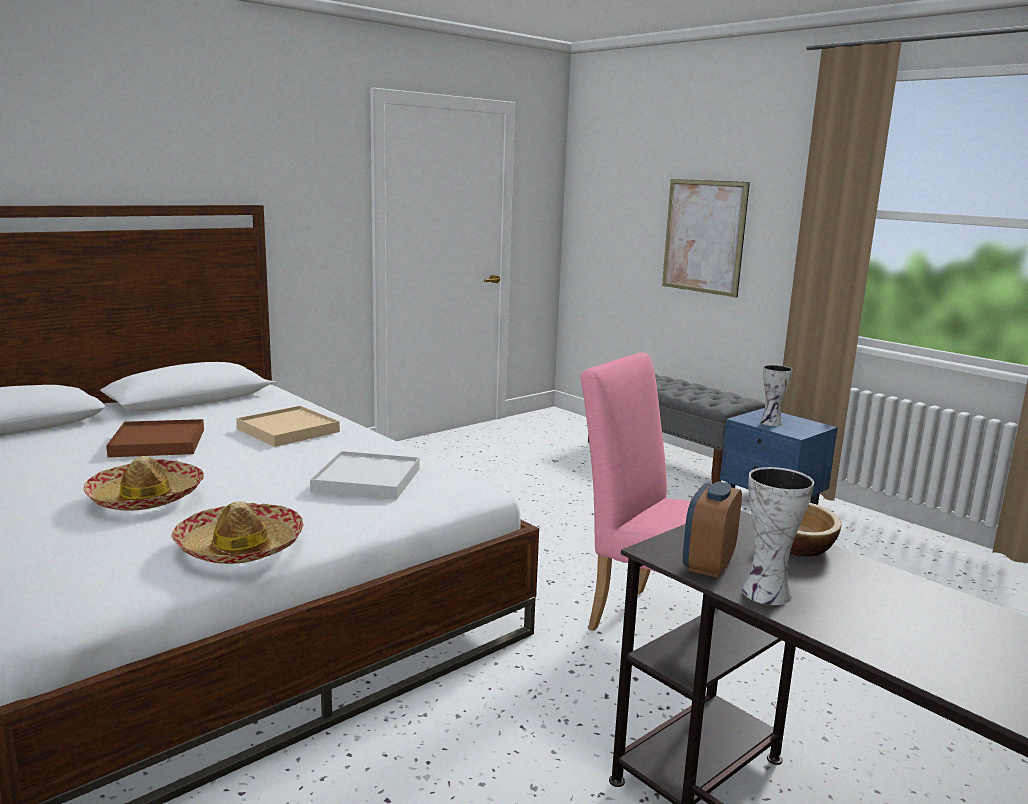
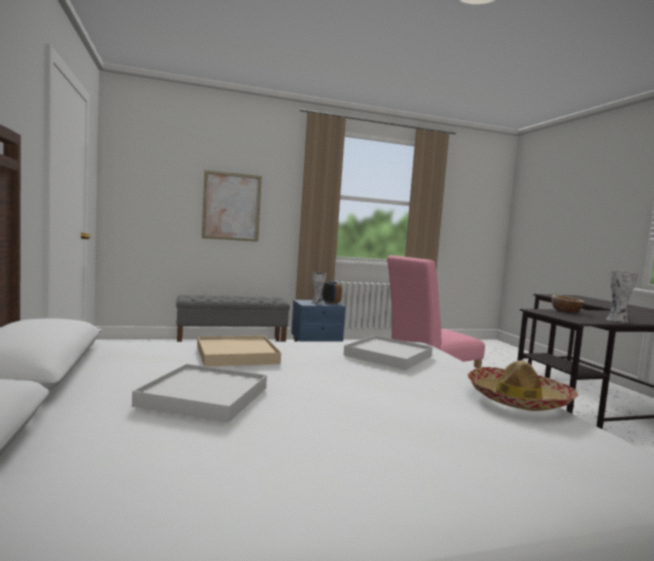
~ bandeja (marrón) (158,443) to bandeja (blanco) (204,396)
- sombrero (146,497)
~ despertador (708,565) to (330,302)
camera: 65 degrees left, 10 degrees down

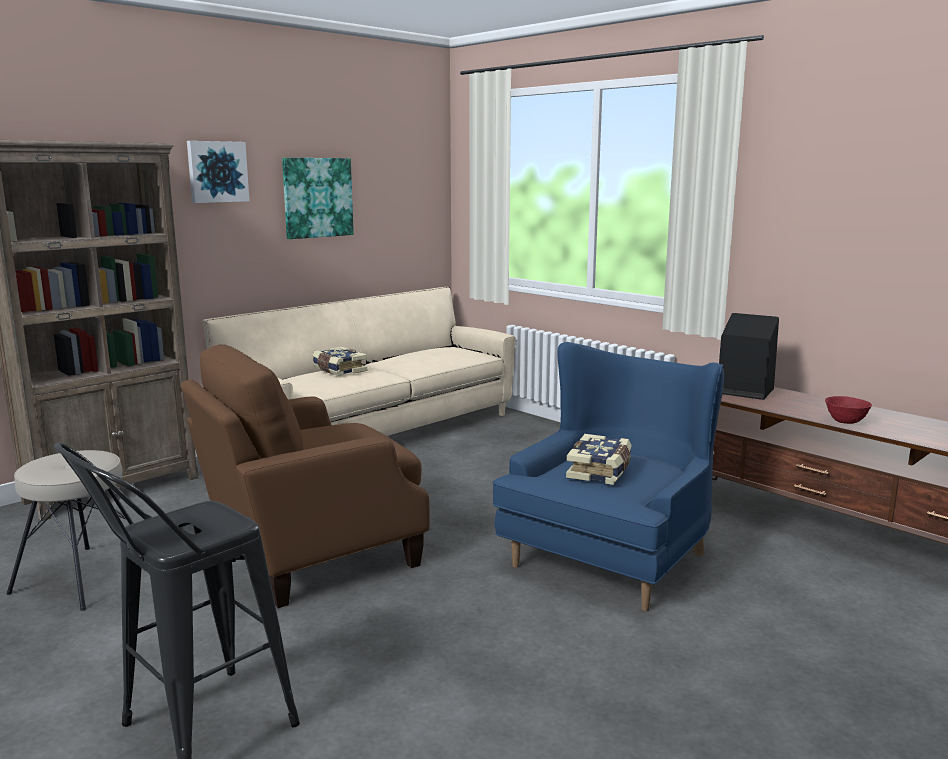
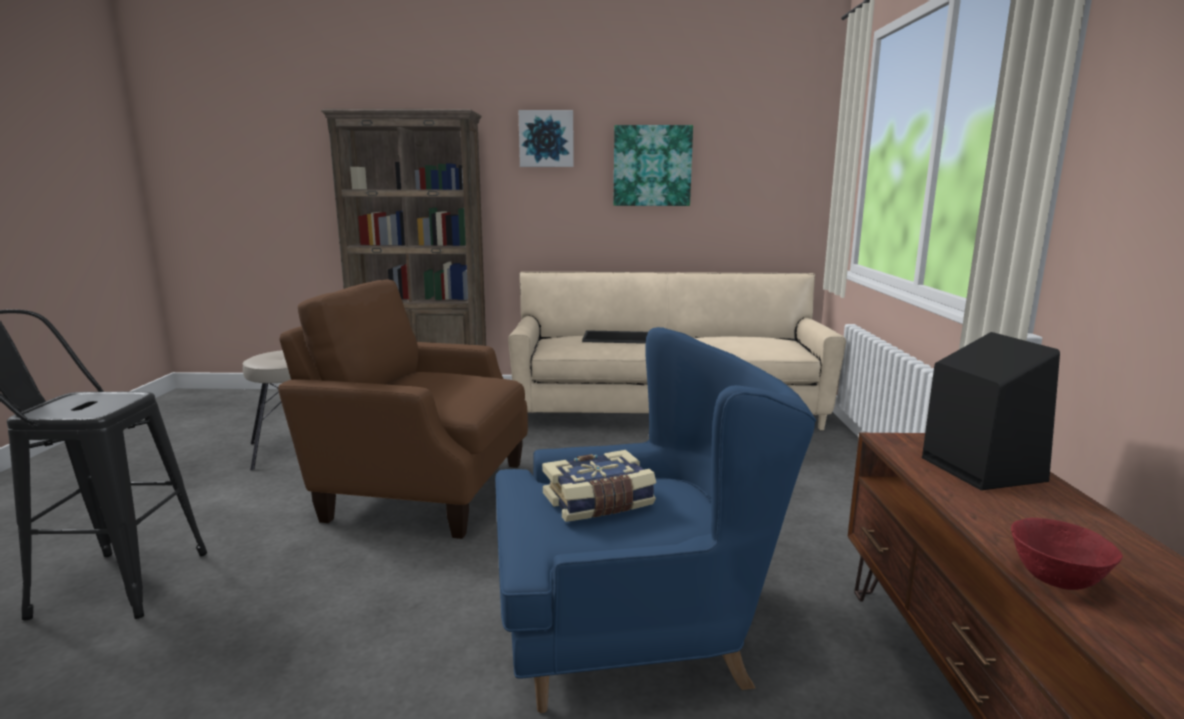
~ libro (339,370) to bandeja (620,337)
camera: 45 degrees right, 0 degrees up

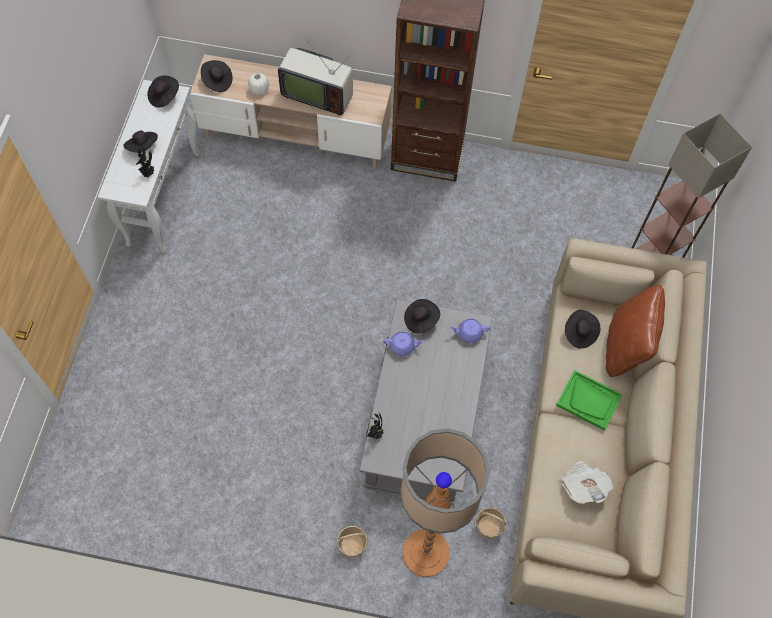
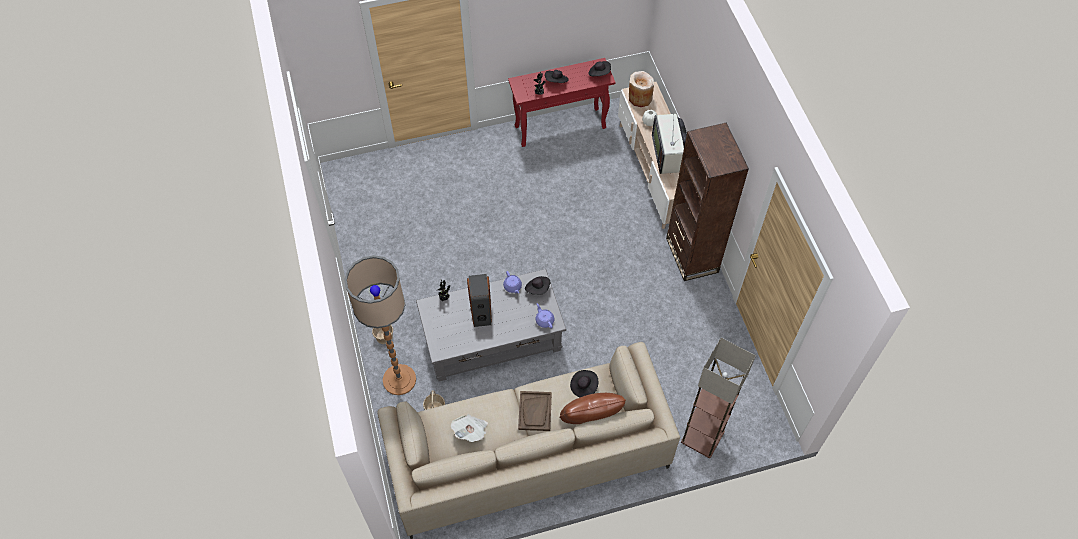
~ sombrero (negro) (217,81) to florero (beis) (640,98)
~ mesa consola (blanco) (164,197) to mesa consola (rojo) (561,127)
~ bandeja (verde) (589,400) to bandeja (marrón) (535,411)
+ altavoz (481,310)
camera: 65 degrees right, 5 degrees down

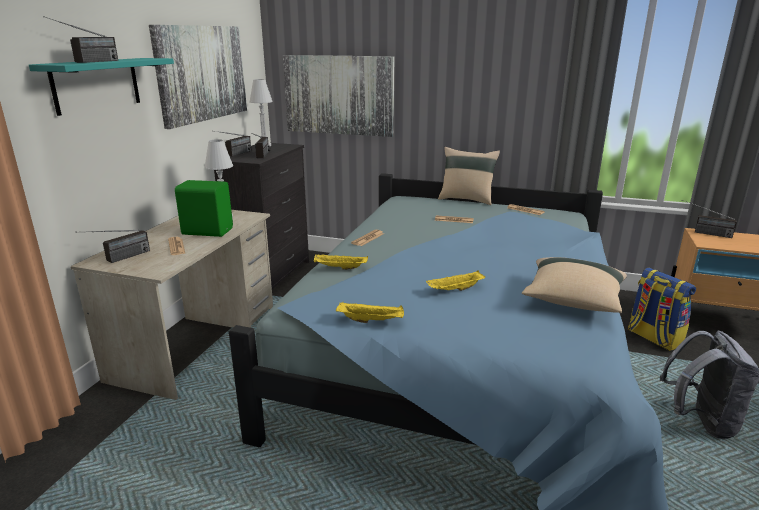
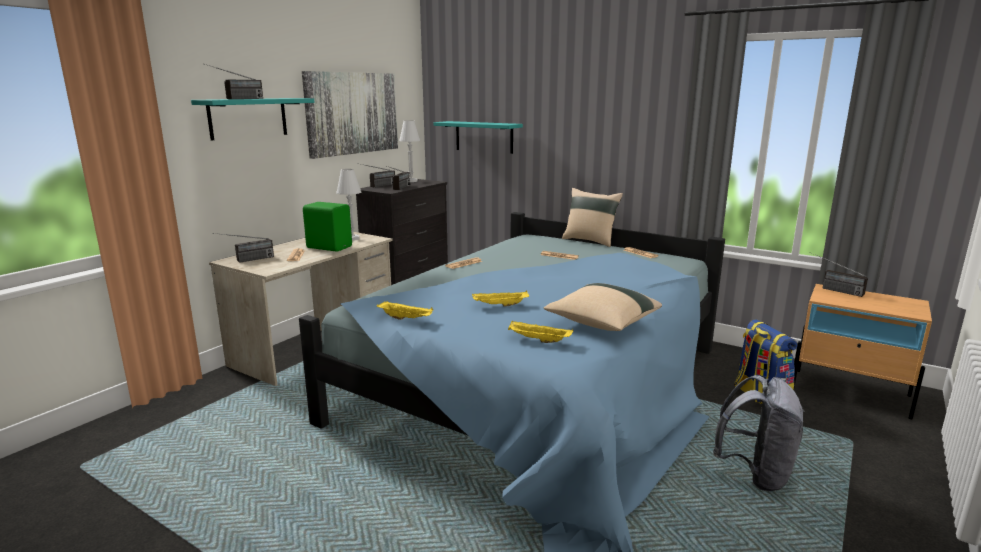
~ cuadro (339,95) to estante (turquesa) (484,137)
~ bandeja (amarillo) (339,268) to (538,340)
camera: 15 degrees right, 5 degrees down

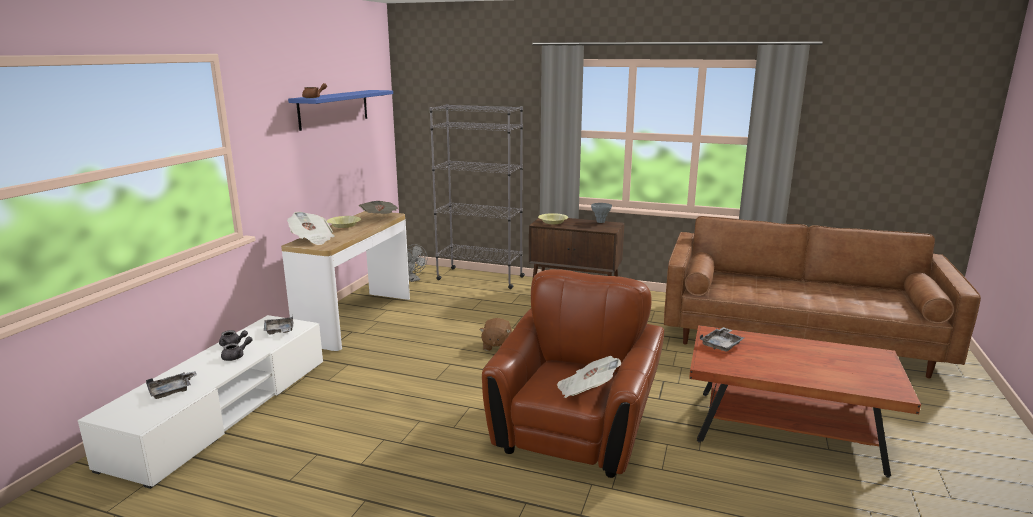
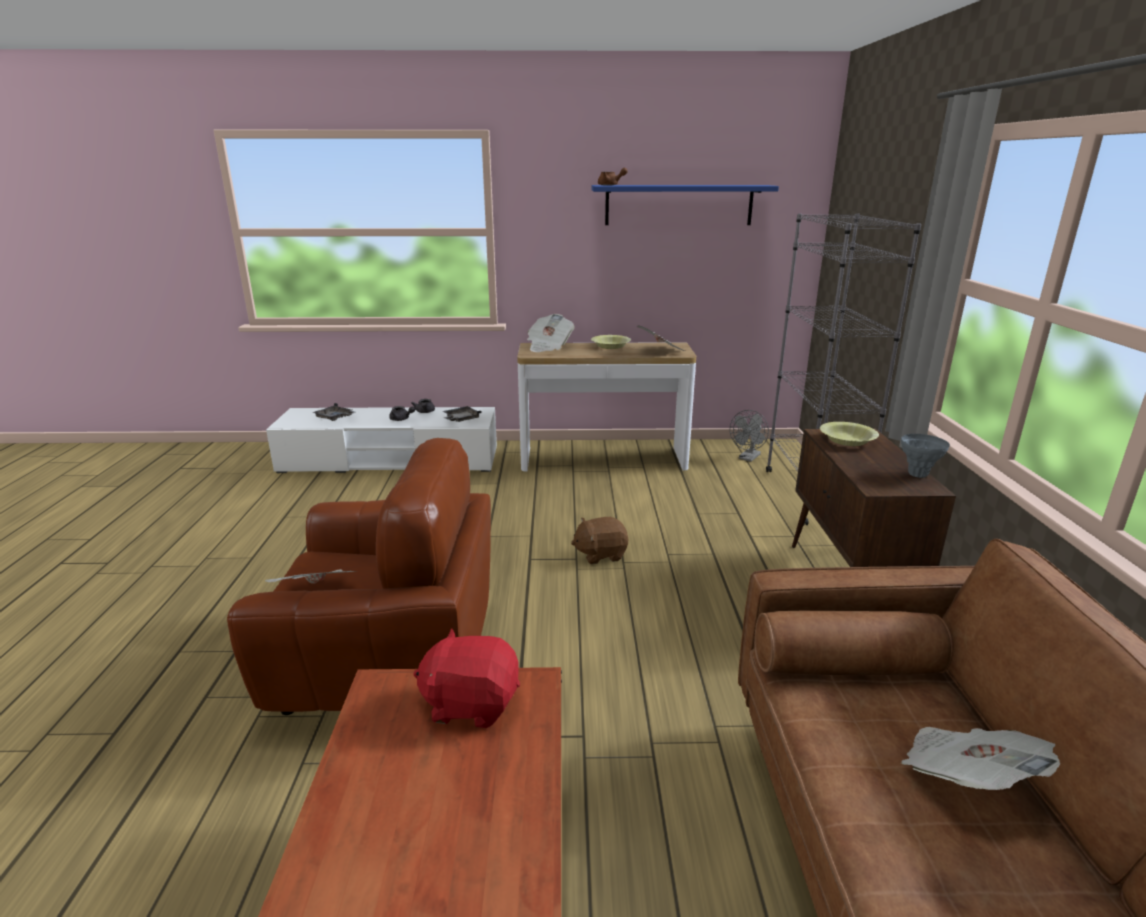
~ bandeja (gris) (722,345) to peluche (rojo) (471,703)
+ periódico (966,777)
camera: 70 degrees right, 5 degrees up

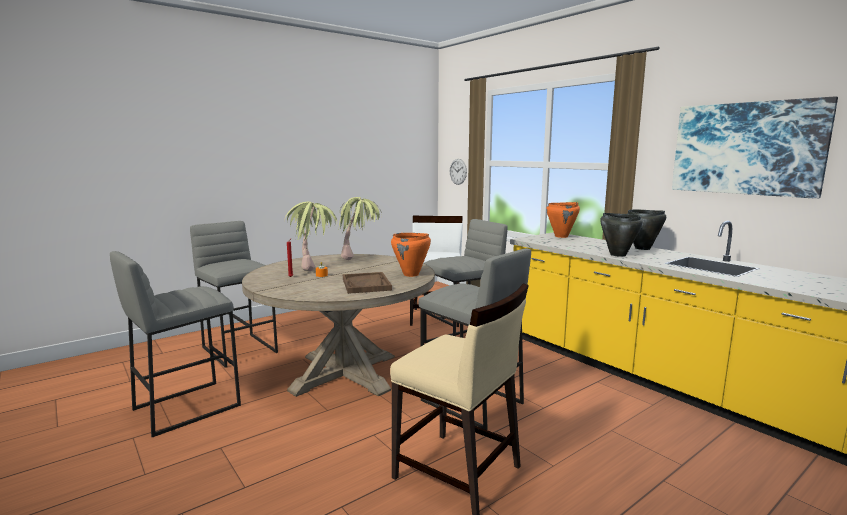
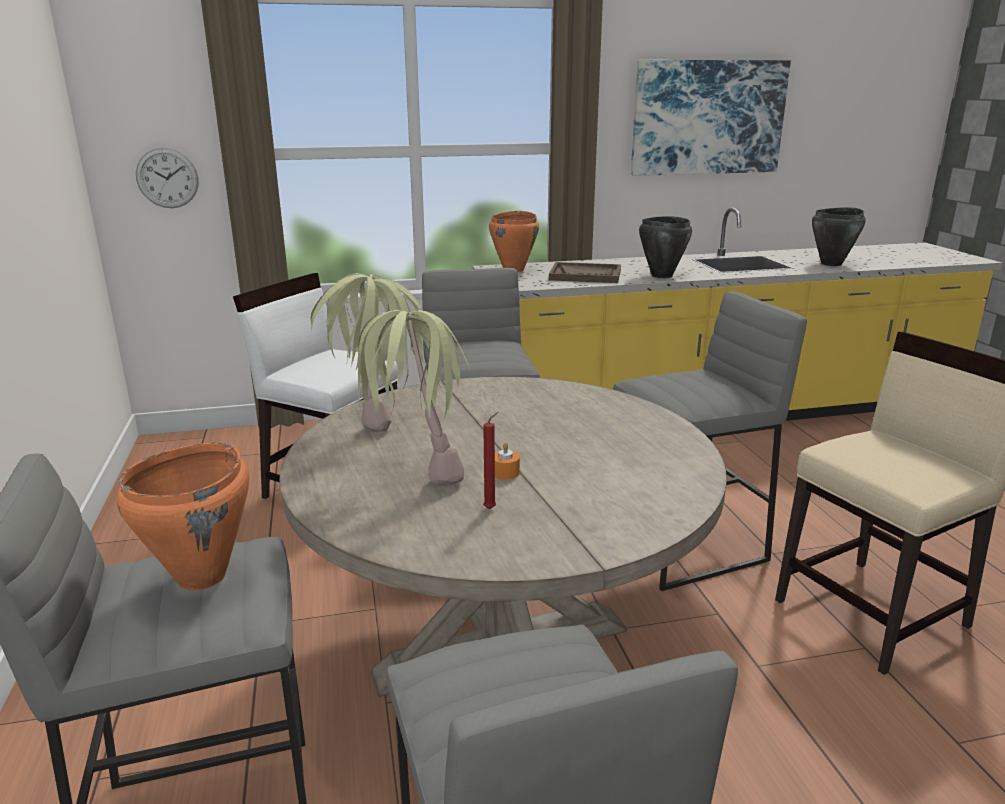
~ olla (negro) (642,248) to (832,264)
~ olla (naranja) (411,274) to (203,577)
~ bandeja (marrón) (366,284) to (585,275)
camera: 65 degrees left, 10 degrees up

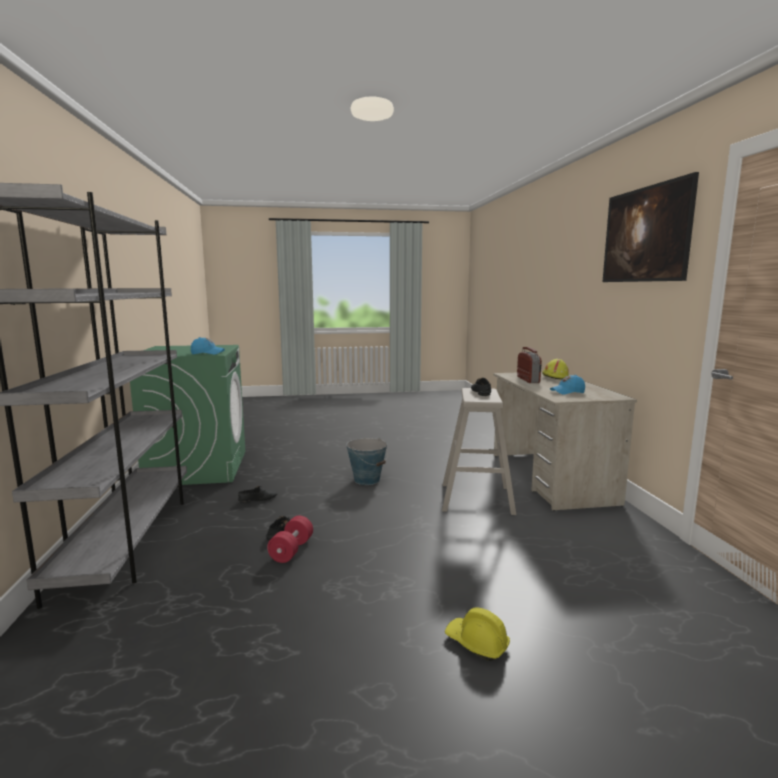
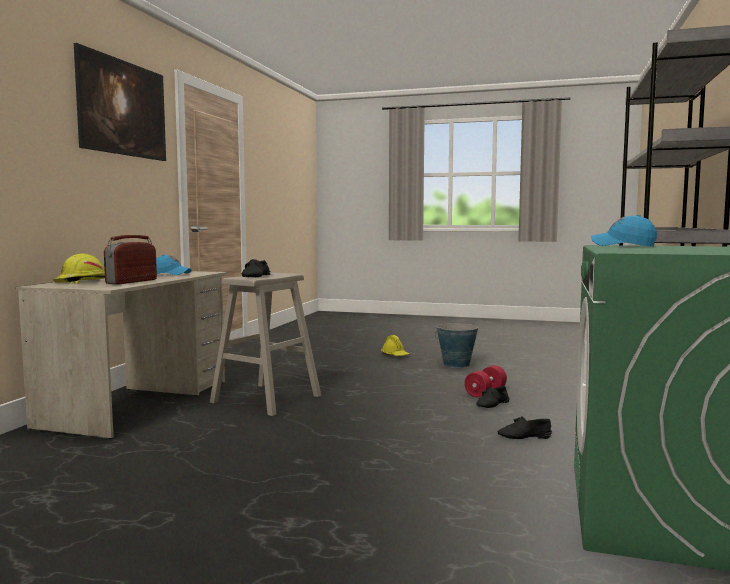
~ cubo (367,480) to (456,364)
camera: 155 degrees left, 5 degrees down

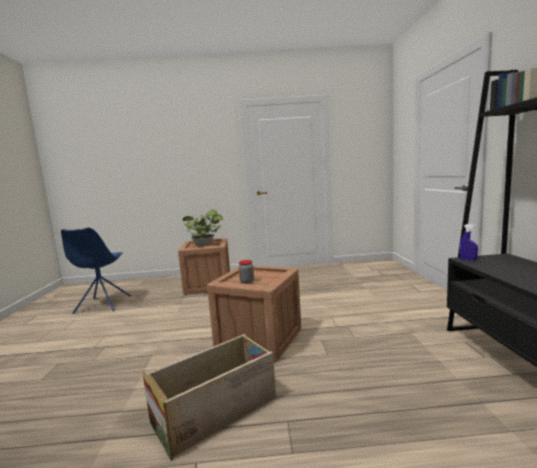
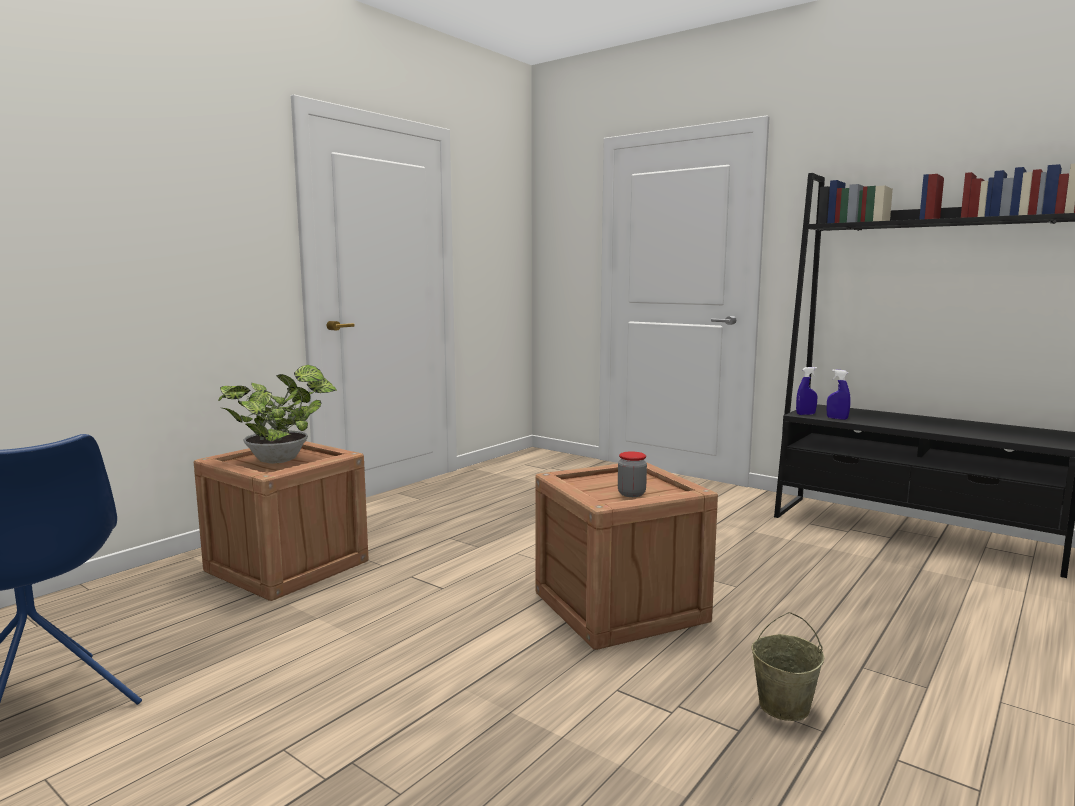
~ caja de embalaje (216,409) to cubo (beis) (784,706)
+ pulverizador (azul) (837,418)
camera: 50 degrees left, 0 degrees up

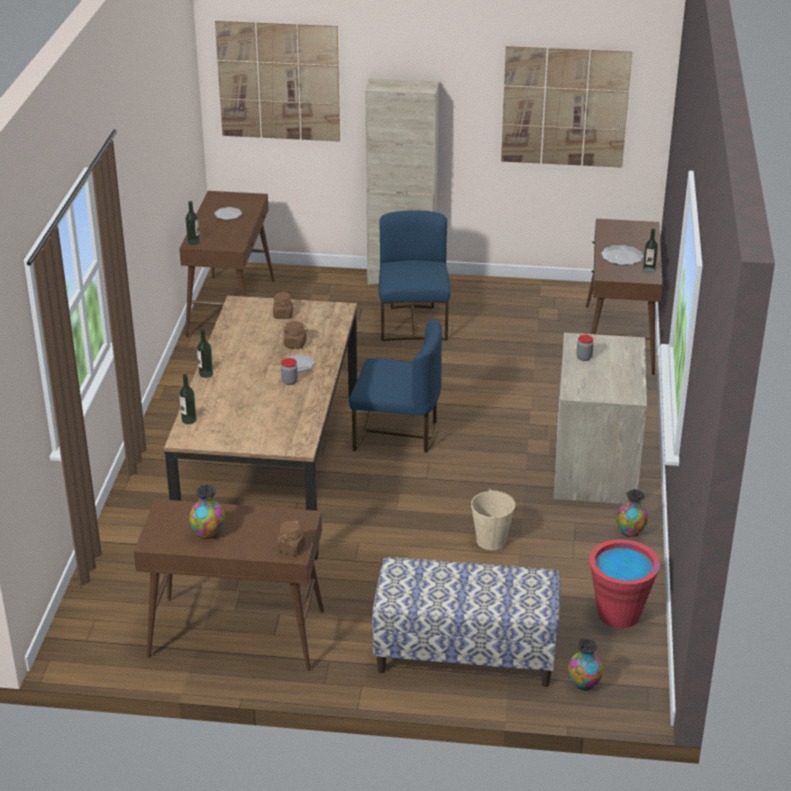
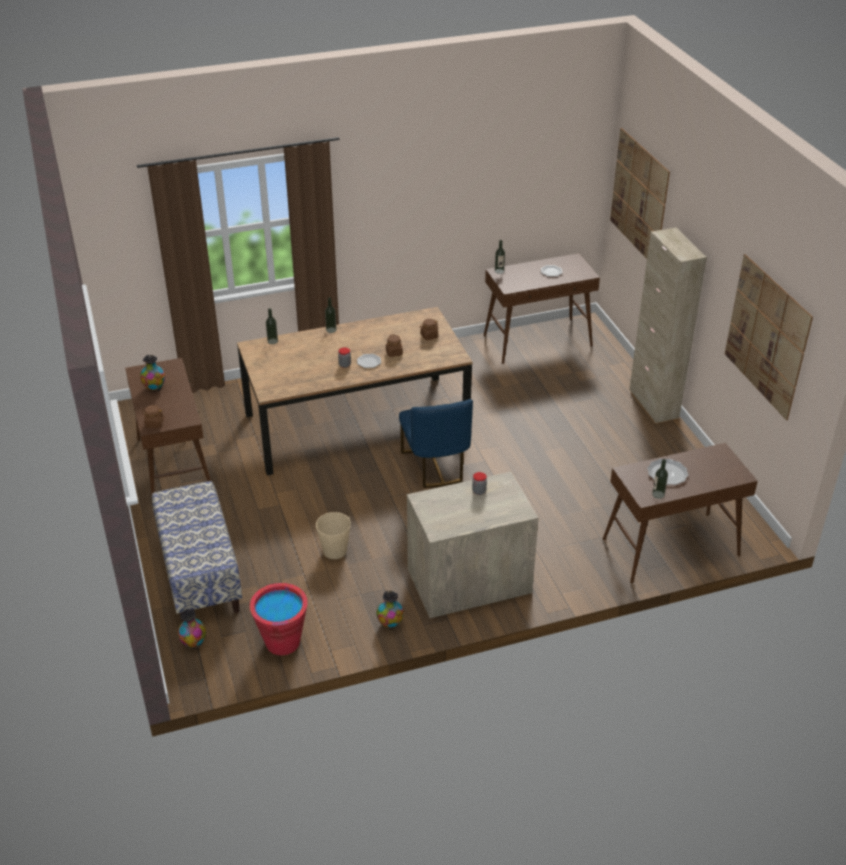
- silla (azul) (413,323)
camera: 65 degrees right, 5 degrees up

